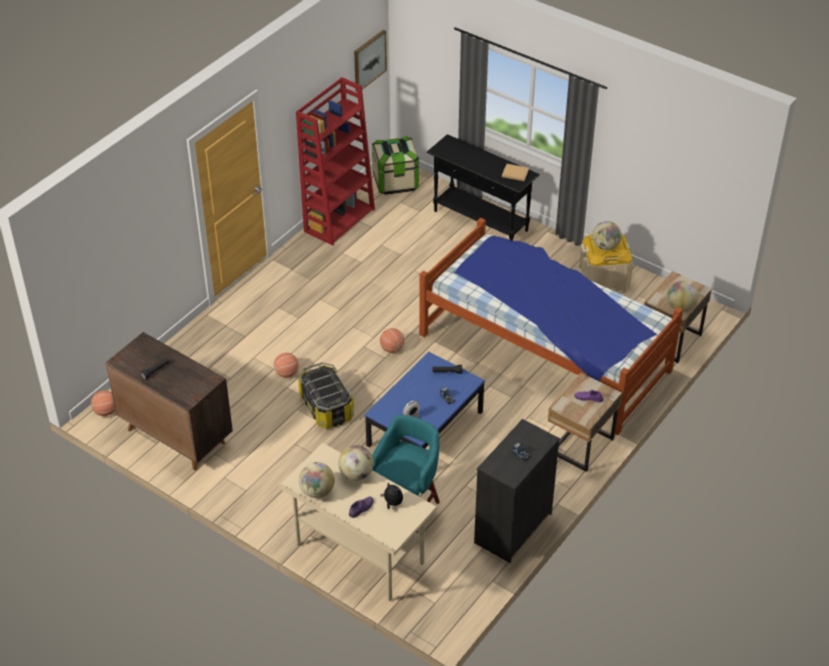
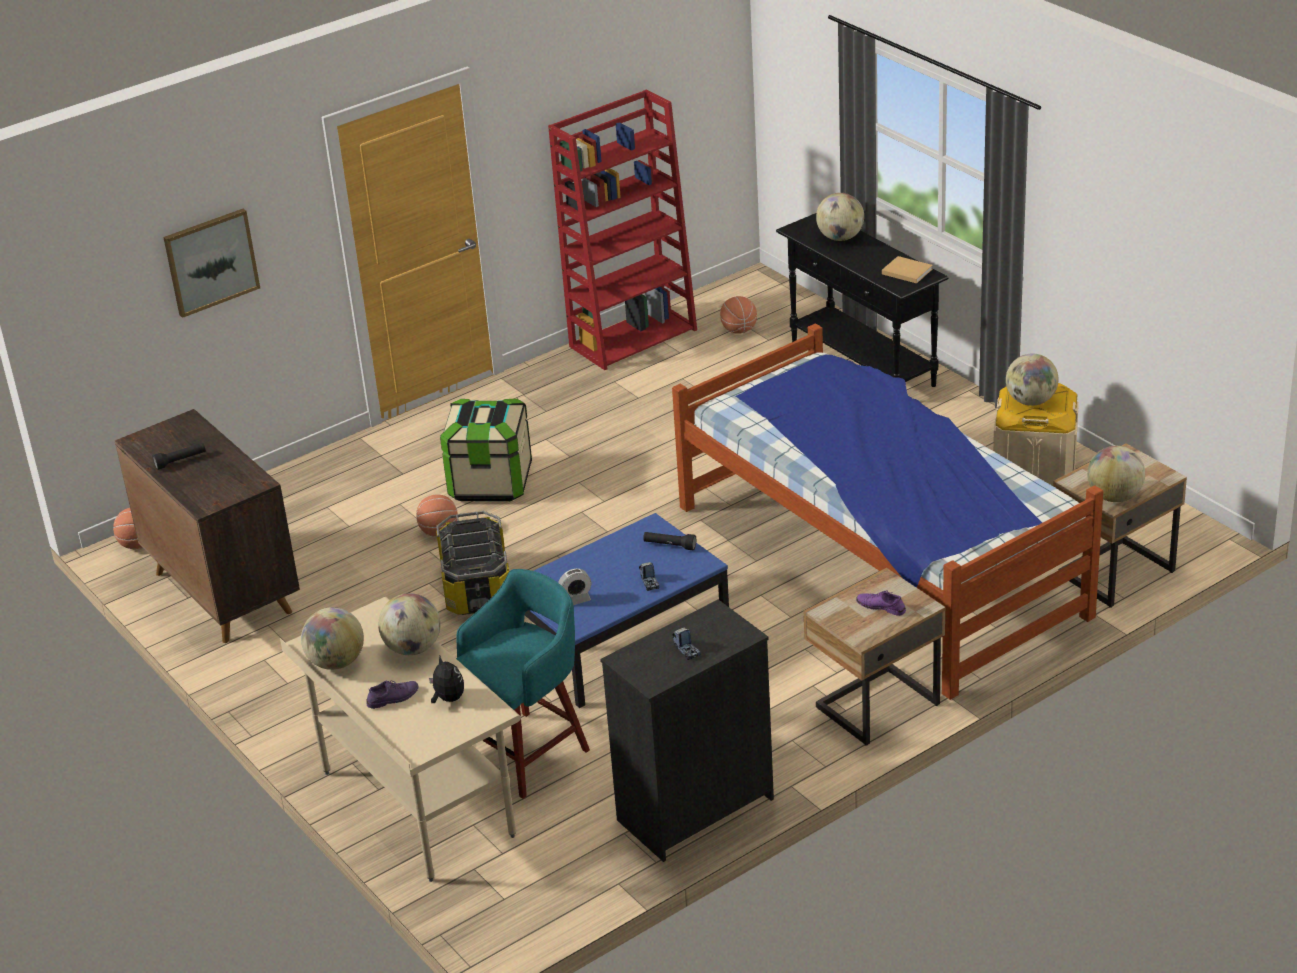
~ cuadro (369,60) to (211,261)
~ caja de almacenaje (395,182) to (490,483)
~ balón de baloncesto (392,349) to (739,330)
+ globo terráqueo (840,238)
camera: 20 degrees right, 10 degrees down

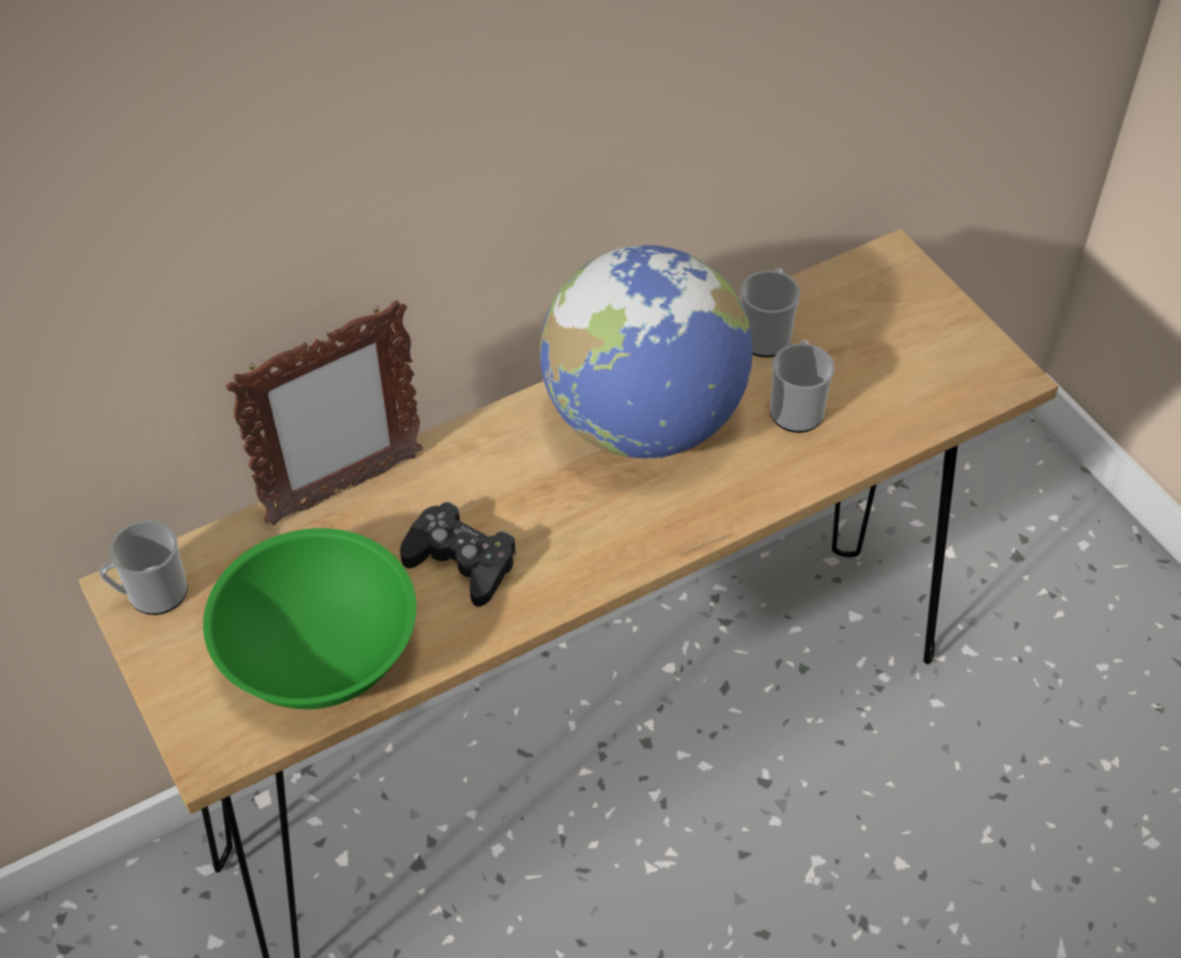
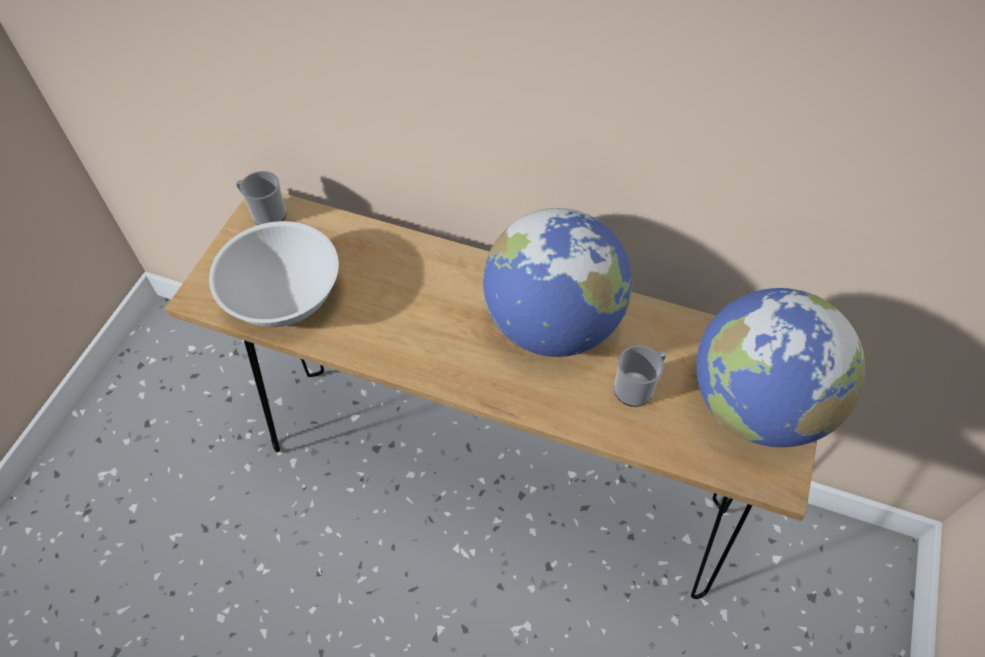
- taza grande (766,334)
- portarretratos (343,489)
- mando de consola (negro) (461,561)
~ cuenco (verde) (319,656) to cuenco (blanco) (283,297)
+ globo terráqueo (756,405)
camera: 50 degrees right, 5 degrees up

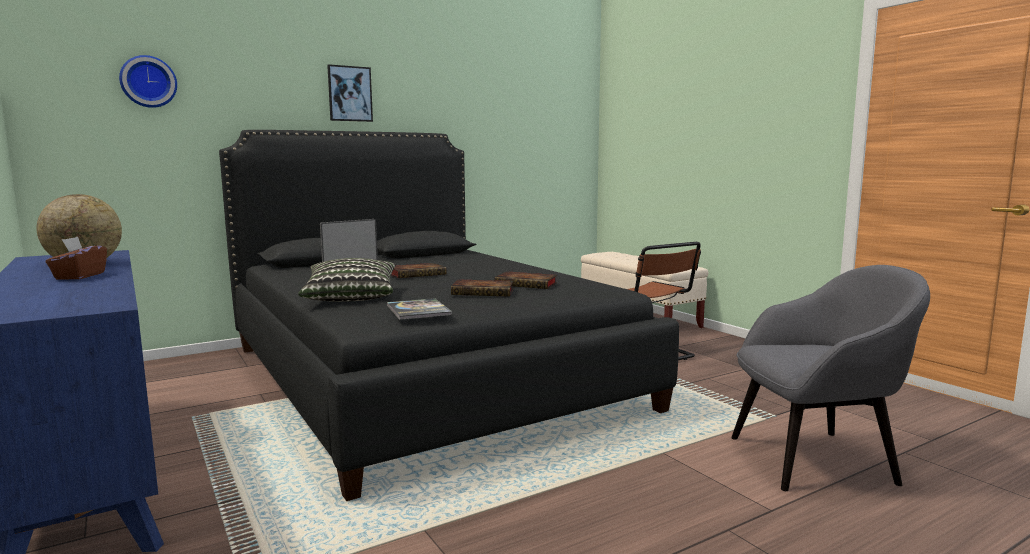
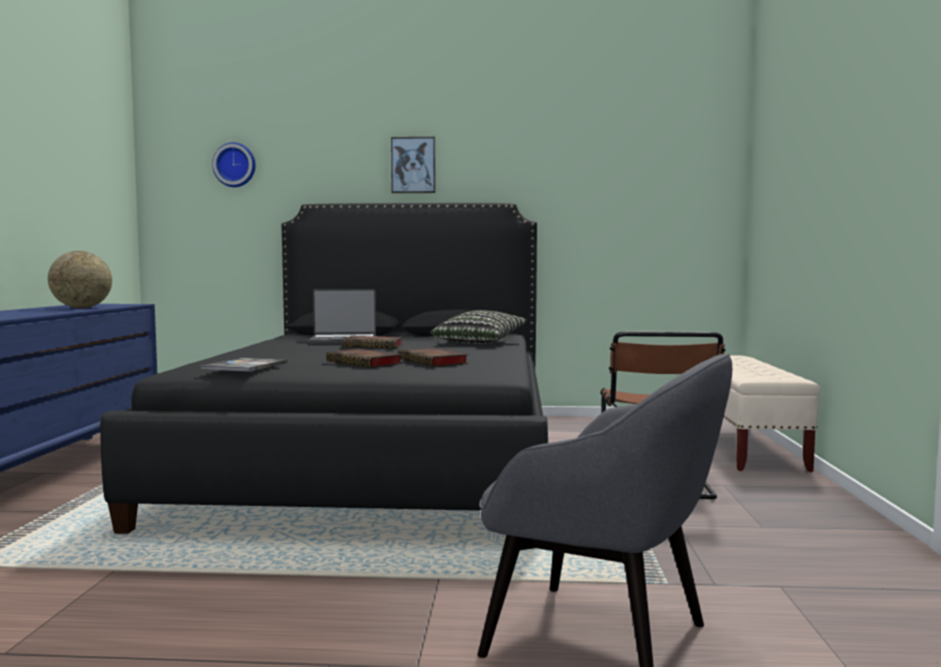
- caja de pañuelos (marrón) (79,276)
~ cojín (351,297) to (479,342)
camera: 35 degrees right, 5 degrees down

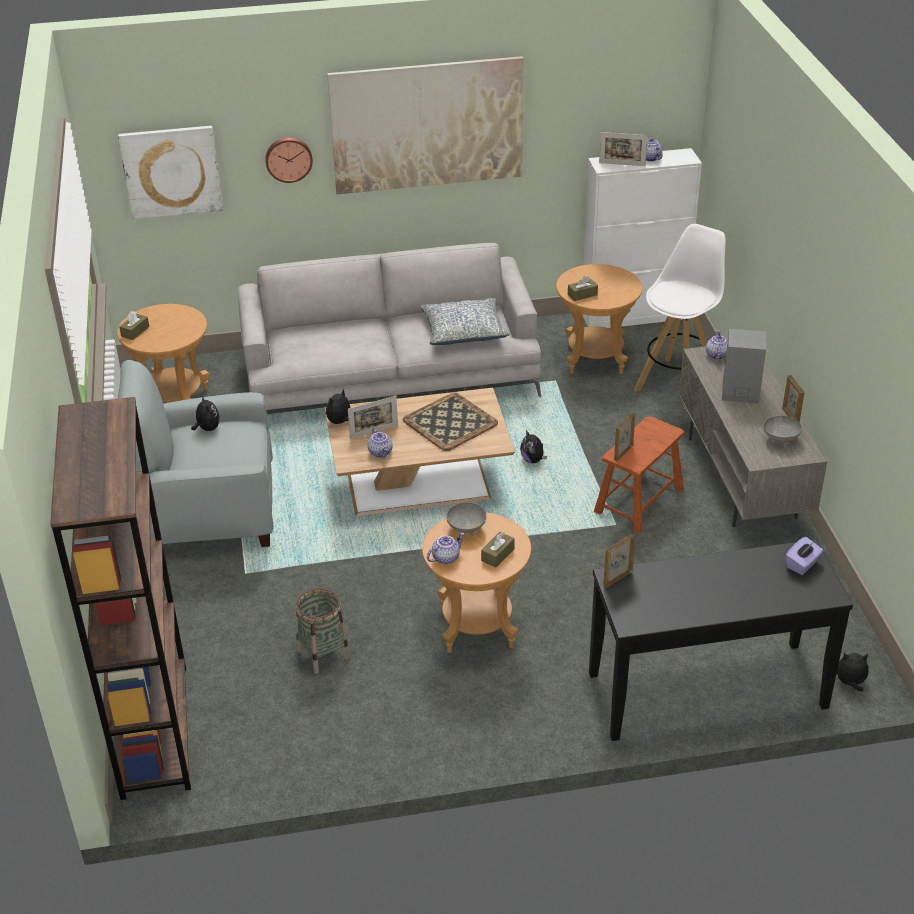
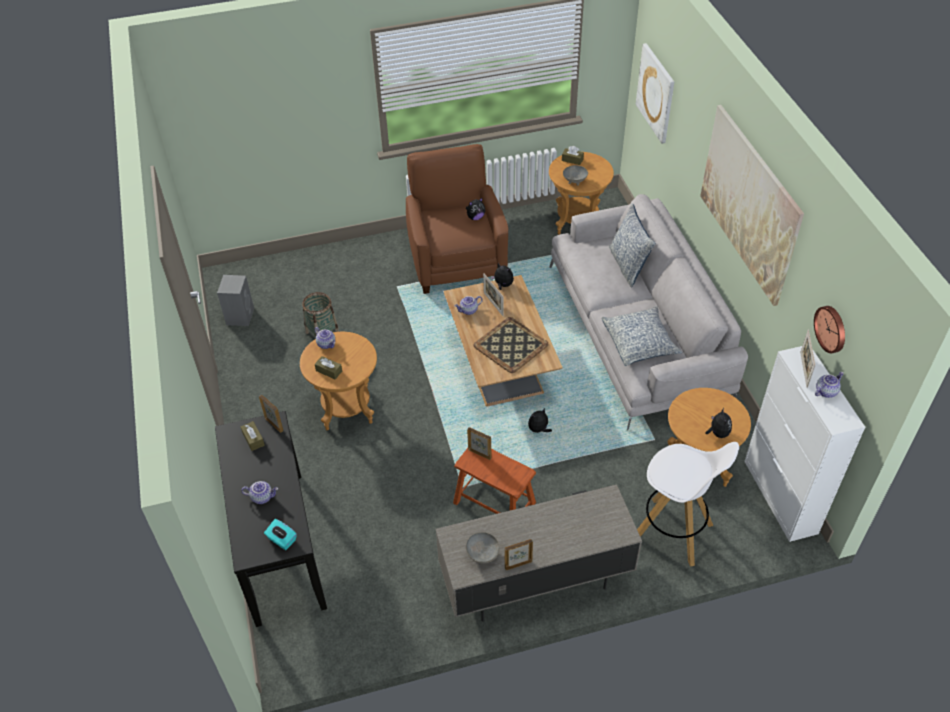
~ reloj de pared (288,159) to (831,328)
~ caja de pañuelos (marrón) (582,295) to (253,439)
~ altavoz (gris) (739,392) to (240,315)
~ tetera (716,355) to (262,497)
~ sillón (gris) (209,512) to sillón (marrón) (456,260)
- estantería (marrón) (154,730)
~ cuenco (gris) (466,528) to (575,181)
~ caja de pañuelos (morado) (802,564) to caja de pañuelos (turquesa) (282,540)
~ peluche (850,683) to (717,433)
+ cojín (628,265)
camera: 85 degrees right, 10 degrees up

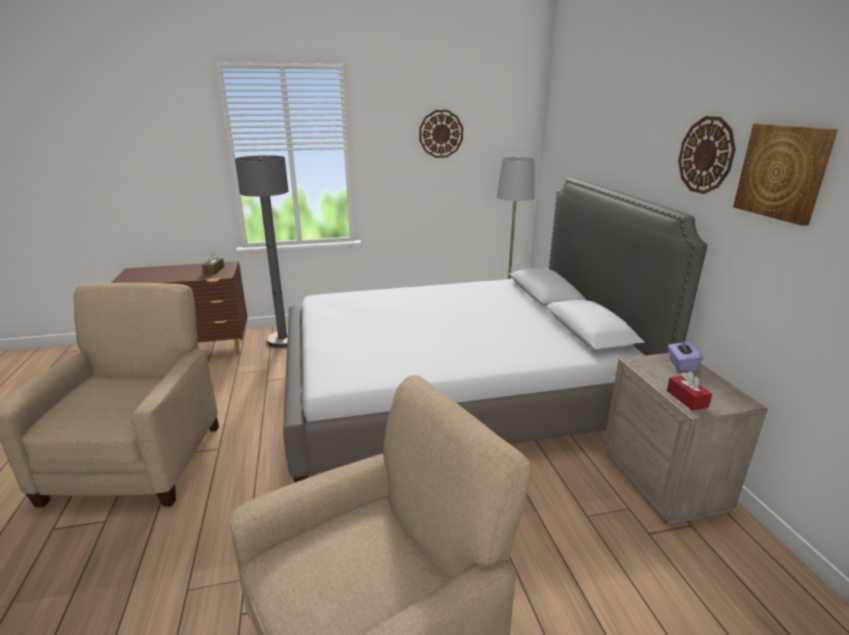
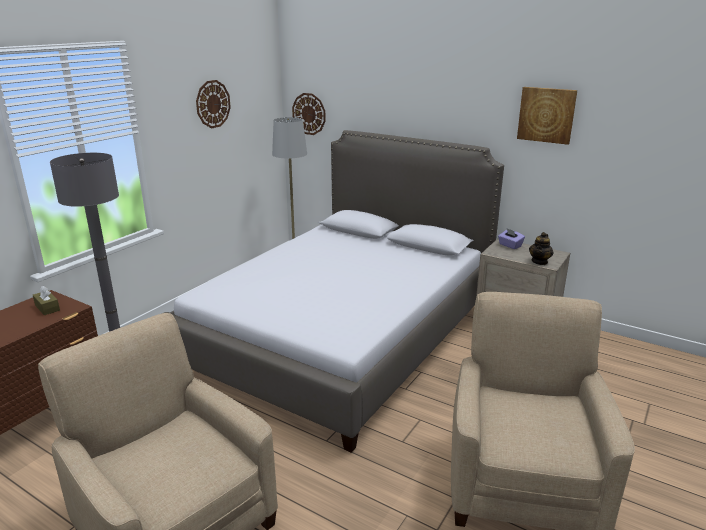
~ reloj de pared (706,155) to (309,114)
~ caja de pañuelos (rojo) (687,399) to tetera (539,261)
camera: 45 degrees left, 0 degrees up

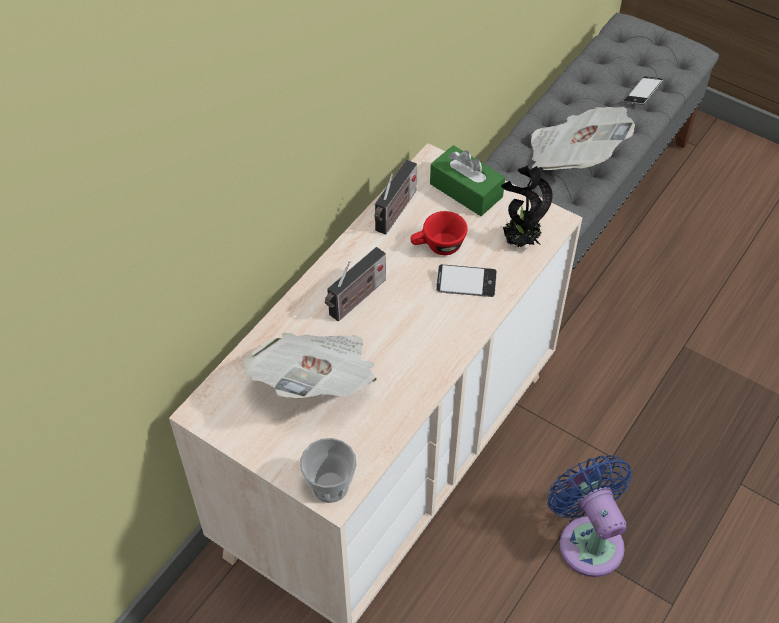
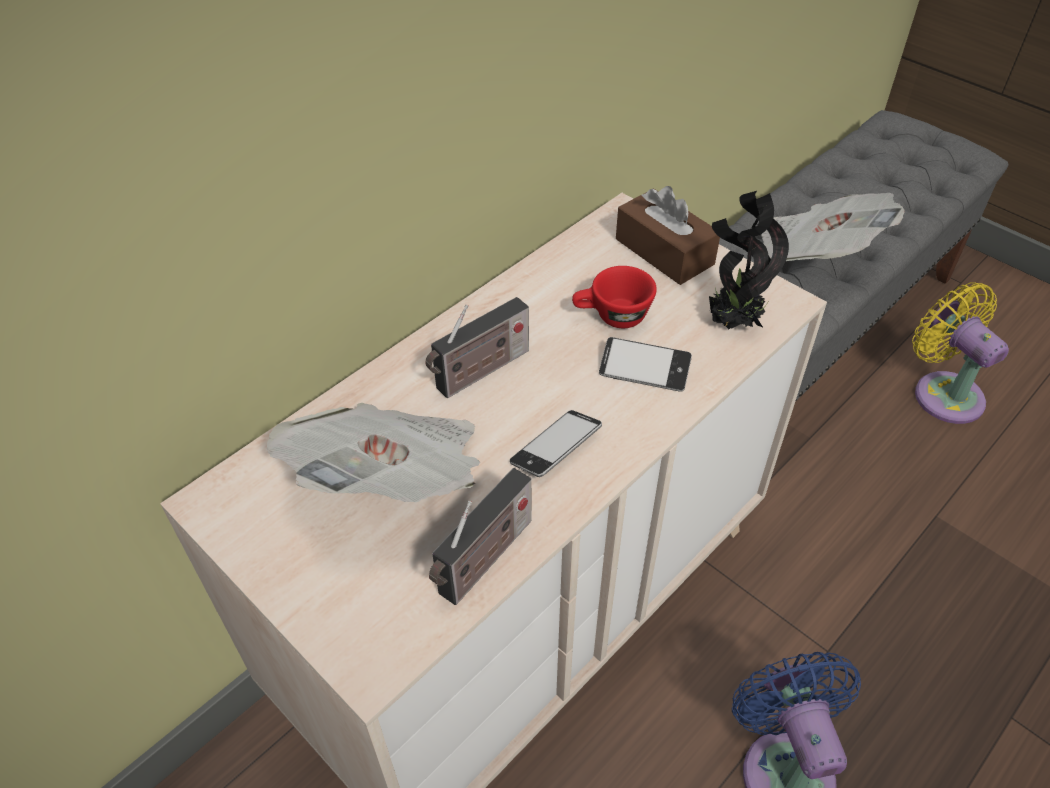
~ móvil (642,93) to (556,448)
~ caja de pañuelos (verde) (466,190) to caja de pañuelos (marrón) (664,251)
~ radio (395,213) to (483,561)
- taza (330,486)
+ ventilador (amarillo) (943,392)
camera: 10 degrees right, 5 degrees down

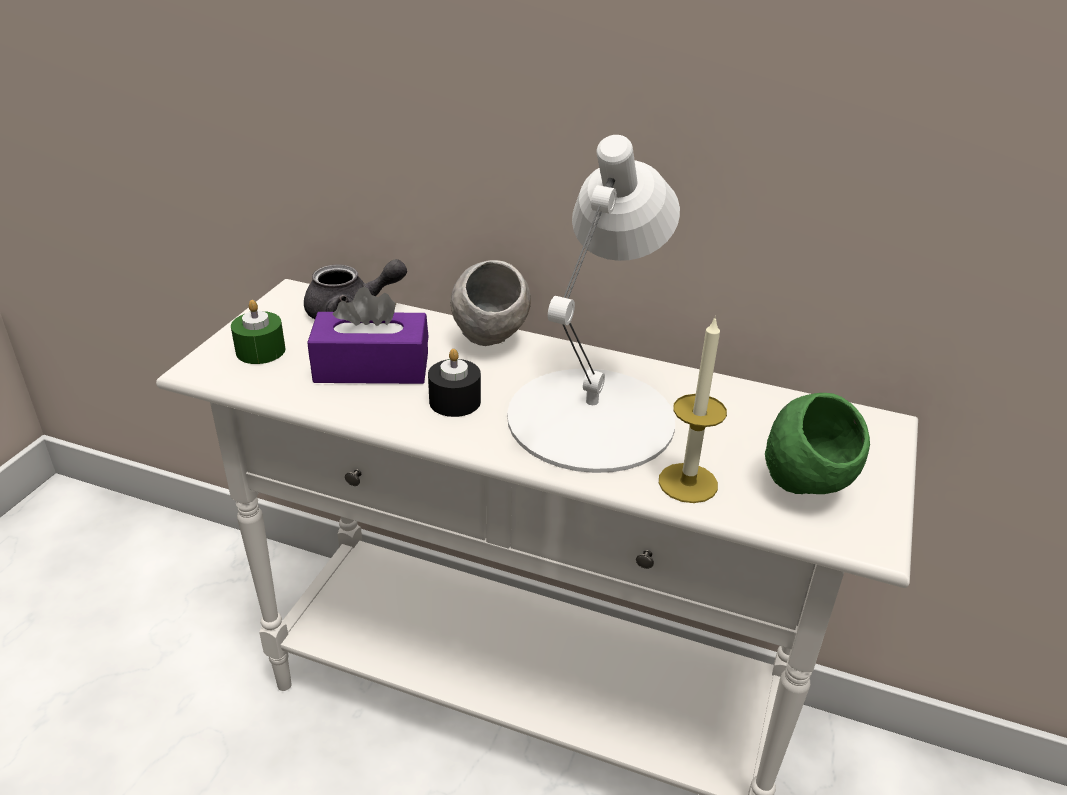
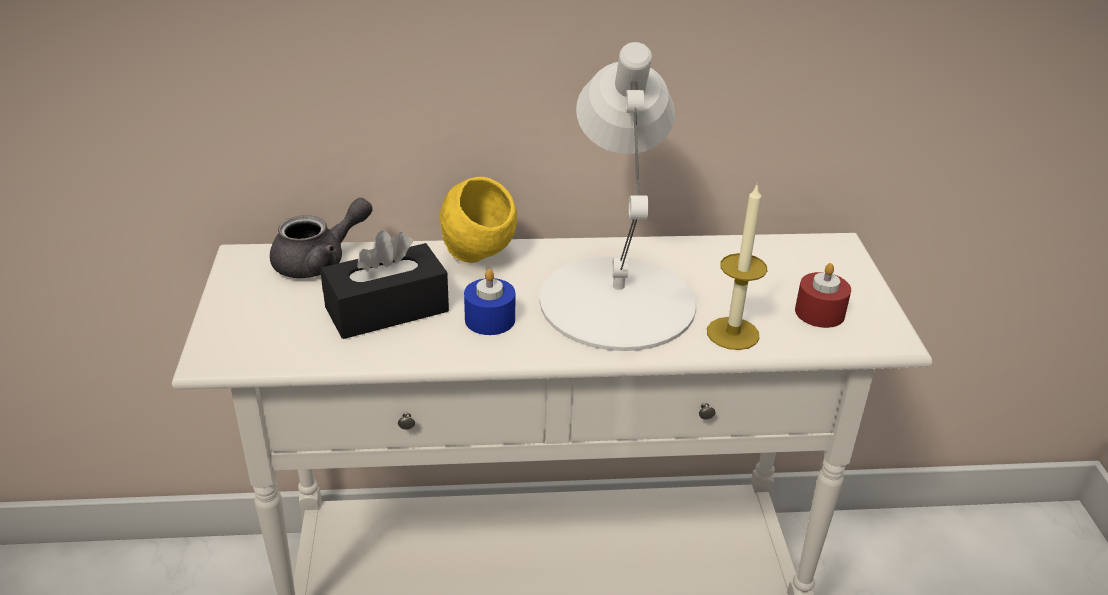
~ cuenco (gris) (490,343) to cuenco (amarillo) (478,258)
~ caja de pañuelos (morado) (372,367) to caja de pañuelos (negro) (387,309)
- vela (verde) (260,350)
~ vela (negro) (455,401) to vela (azul) (490,319)
~ cuenco (verde) (805,489) to vela (rojo) (819,312)
camera: 25 degrees left, 0 degrees up

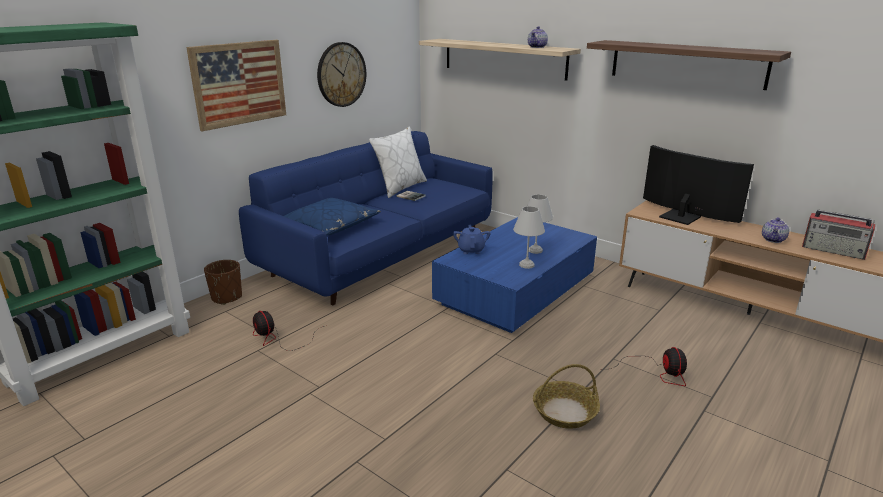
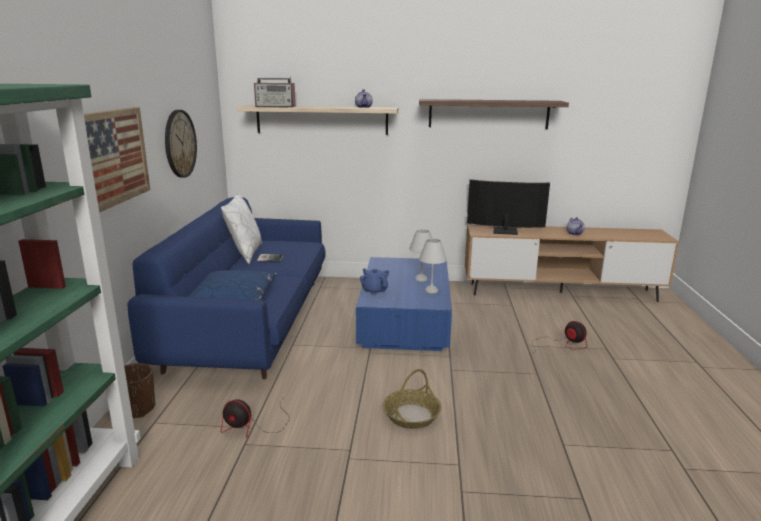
~ radio (834,251) to (276,106)
~ cesta (565,411) to (411,415)
camera: 35 degrees left, 5 degrees down

